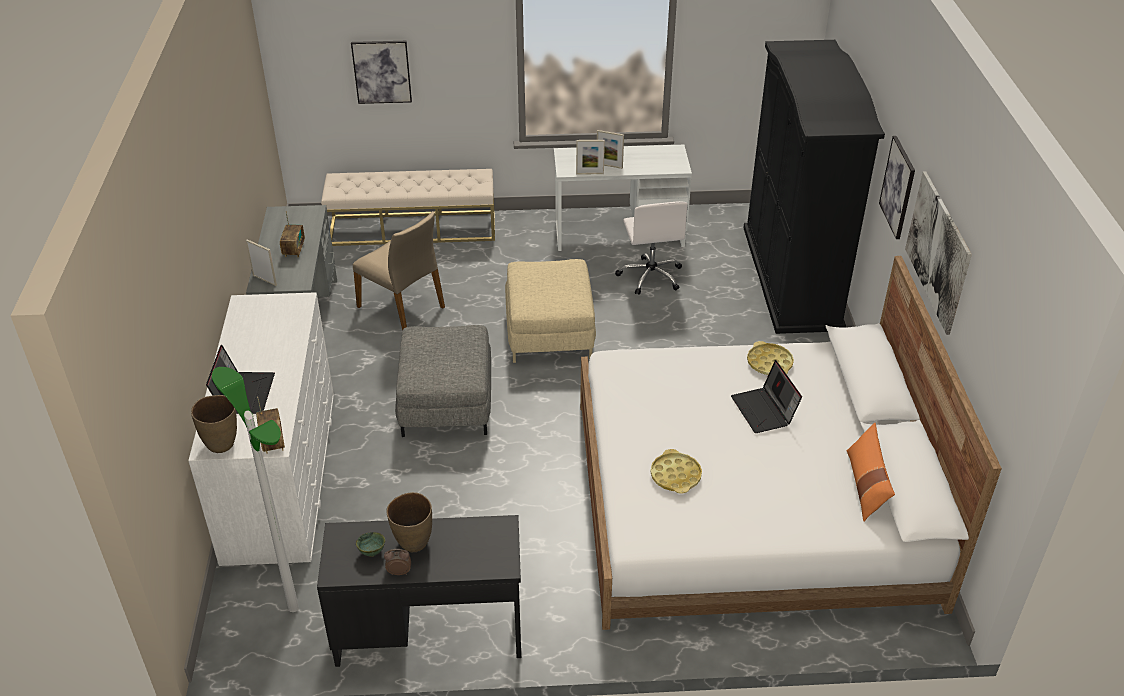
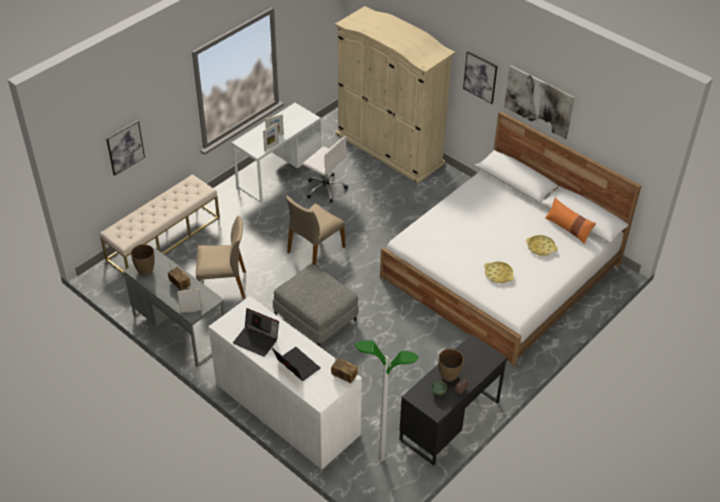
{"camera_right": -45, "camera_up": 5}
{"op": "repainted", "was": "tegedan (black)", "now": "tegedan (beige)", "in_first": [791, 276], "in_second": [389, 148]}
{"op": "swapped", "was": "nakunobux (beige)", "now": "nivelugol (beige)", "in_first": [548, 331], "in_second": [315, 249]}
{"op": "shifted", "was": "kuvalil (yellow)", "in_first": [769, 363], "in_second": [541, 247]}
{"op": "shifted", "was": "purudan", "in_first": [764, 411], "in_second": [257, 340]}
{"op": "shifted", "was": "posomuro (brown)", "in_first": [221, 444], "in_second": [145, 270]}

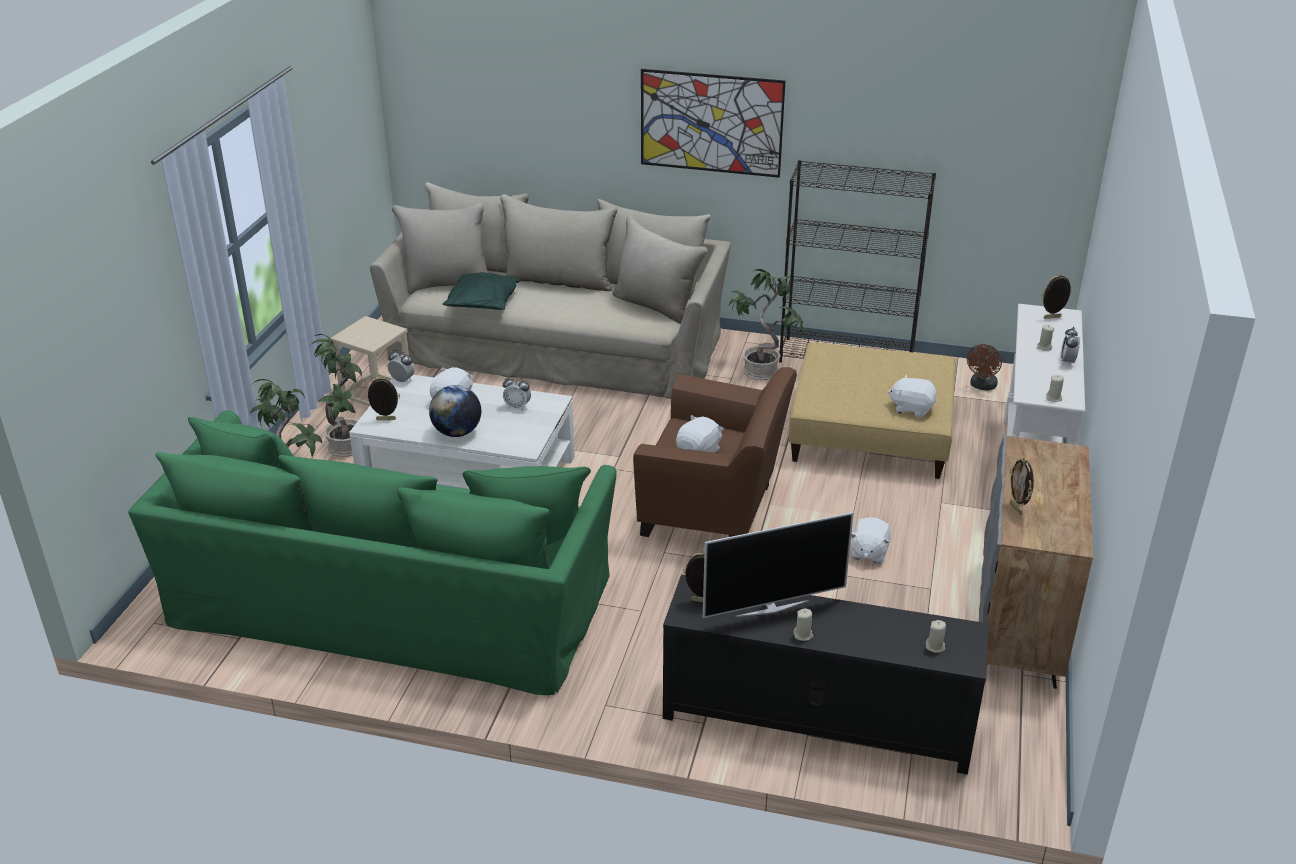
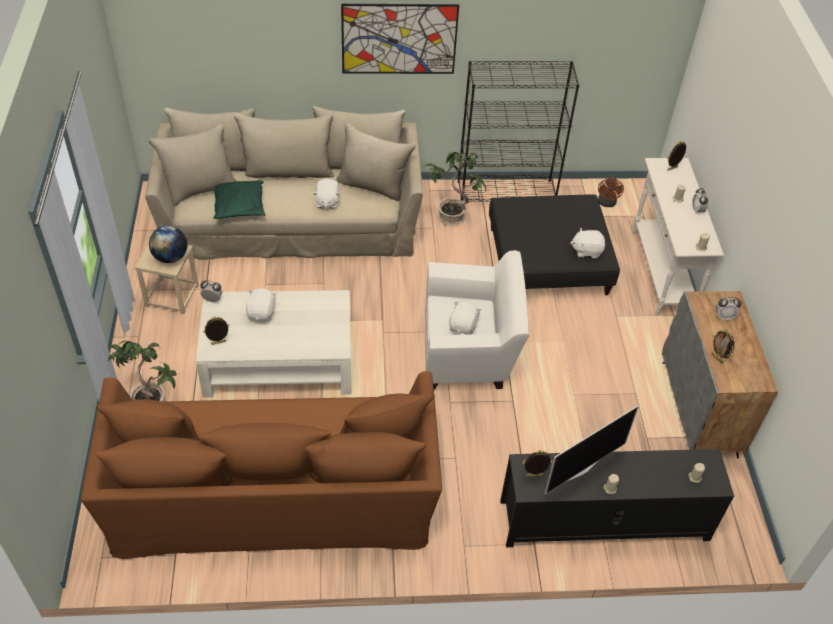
{"camera_right": -20, "camera_up": 15}
{"op": "gone", "was": "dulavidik", "in_first": [348, 447]}
{"op": "repainted", "was": "nakunobux (beige)", "now": "nakunobux (black)", "in_first": [870, 432], "in_second": [548, 261]}
{"op": "repainted", "was": "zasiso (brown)", "now": "zasiso (white)", "in_first": [715, 509], "in_second": [469, 355]}
{"op": "shifted", "was": "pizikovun", "in_first": [517, 407], "in_second": [724, 317]}
{"op": "shifted", "was": "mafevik", "in_first": [457, 432], "in_second": [171, 257]}
{"op": "repainted", "was": "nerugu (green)", "now": "nerugu (brown)", "in_first": [392, 597], "in_second": [273, 489]}
{"op": "shifted", "was": "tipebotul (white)", "in_first": [868, 552], "in_second": [327, 202]}

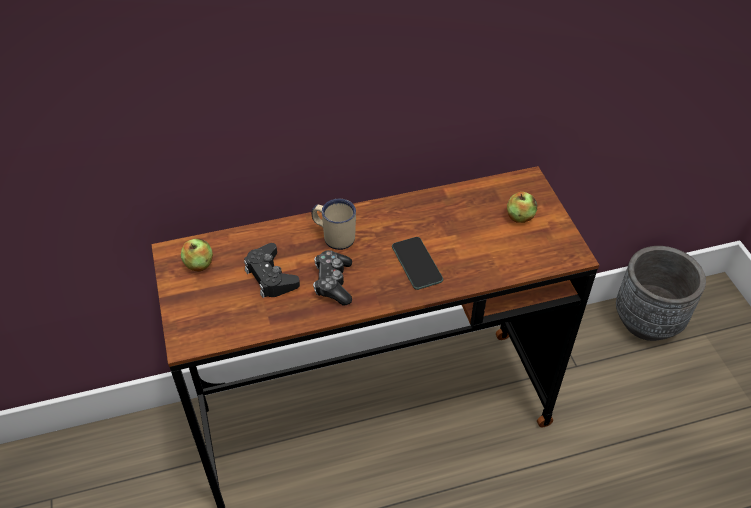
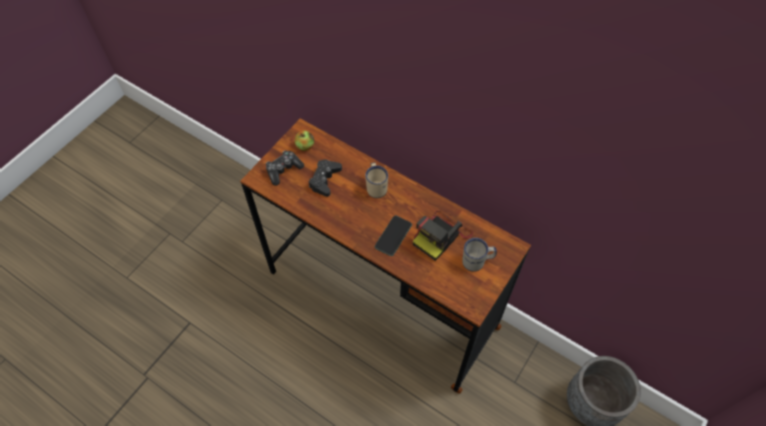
{"camera_right": 50, "camera_up": 10}
{"op": "swapped", "was": "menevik", "now": "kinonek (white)", "in_first": [520, 217], "in_second": [477, 262]}
{"op": "shifted", "was": "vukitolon", "in_first": [333, 283], "in_second": [283, 170]}
{"op": "new", "now": "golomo", "in_second": [441, 236]}

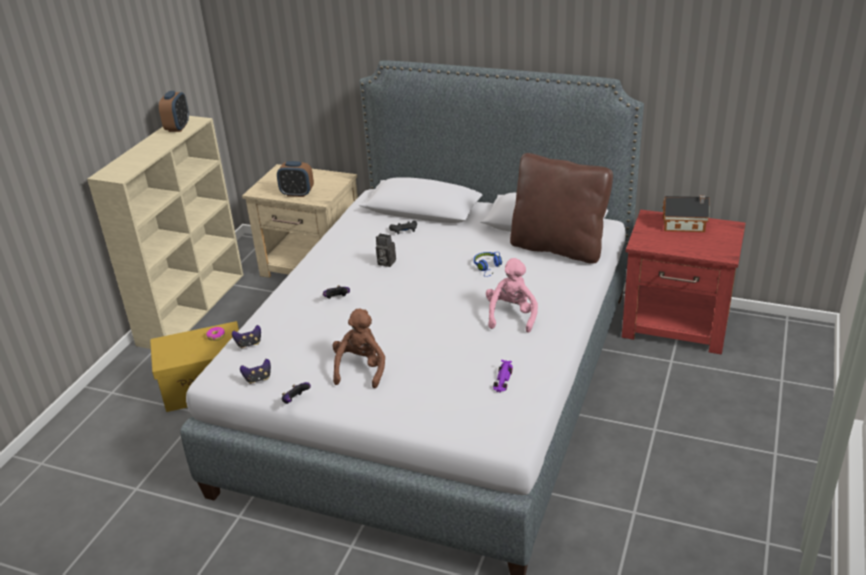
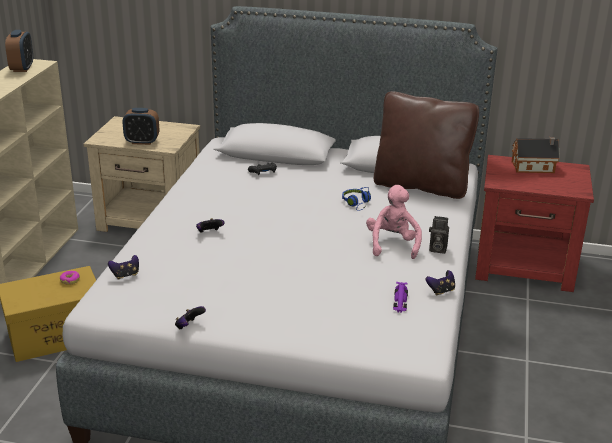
{"camera_right": -10, "camera_up": -5}
{"op": "shifted", "was": "golomo", "in_first": [385, 262], "in_second": [436, 249]}
{"op": "gone", "was": "tipebotul (brown)", "in_first": [361, 369]}
{"op": "shifted", "was": "vukitolon", "in_first": [258, 379], "in_second": [441, 291]}

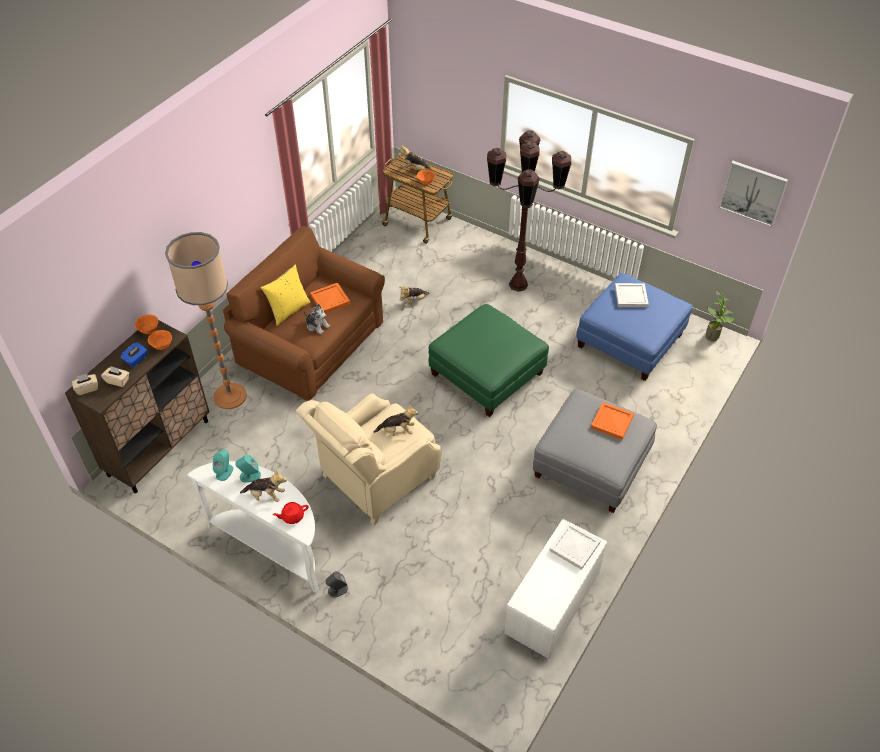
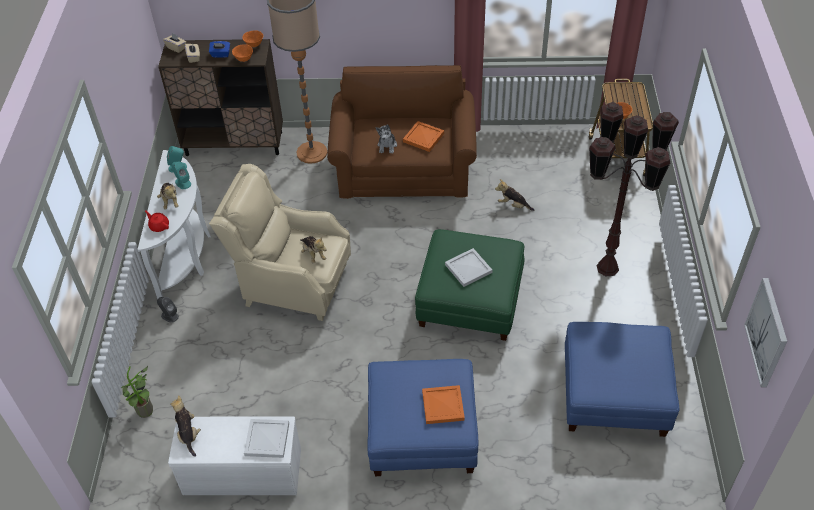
{"camera_right": 60, "camera_up": 0}
{"op": "shifted", "was": "tipebotul", "in_first": [415, 170], "in_second": [188, 434]}
{"op": "gone", "was": "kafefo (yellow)", "in_first": [288, 310]}
{"op": "shifted", "was": "kuvalil (white)", "in_first": [630, 297], "in_second": [467, 268]}
{"op": "shifted", "was": "dulavidik", "in_first": [714, 336], "in_second": [146, 413]}
{"op": "repainted", "was": "nakunobux (grey)", "now": "nakunobux (blue)", "in_first": [591, 464], "in_second": [422, 432]}

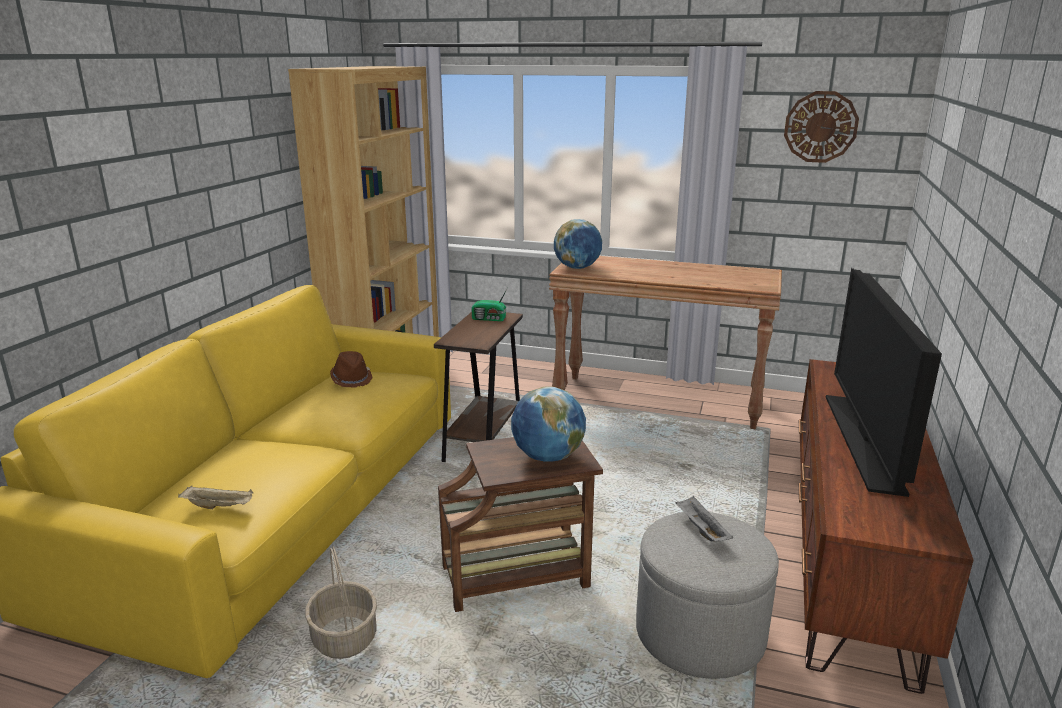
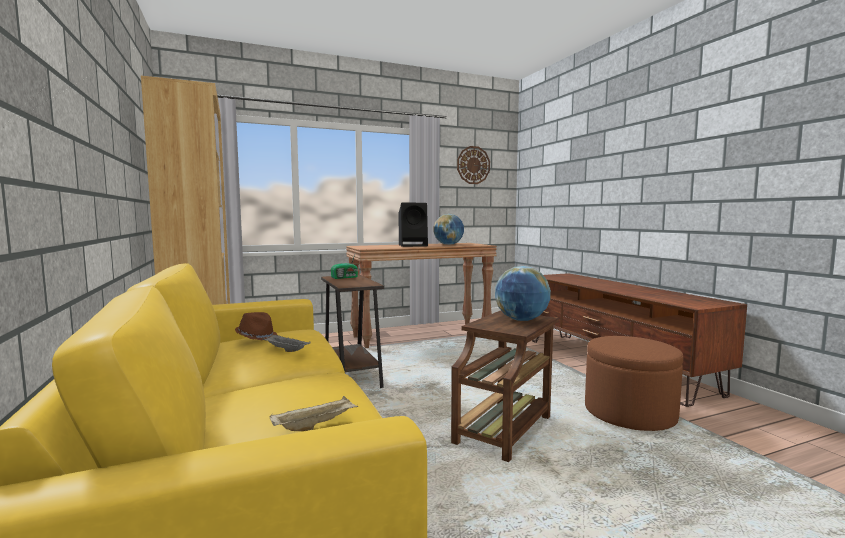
{"camera_right": -40, "camera_up": -15}
{"op": "shifted", "was": "mafevik", "in_first": [577, 268], "in_second": [448, 244]}
{"op": "gone", "was": "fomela", "in_first": [864, 442]}
{"op": "shifted", "was": "kuvalil (grey)", "in_first": [701, 530], "in_second": [285, 350]}
{"op": "repainted", "was": "nakunobux (grey)", "now": "nakunobux (brown)", "in_first": [699, 633], "in_second": [629, 413]}
{"op": "gone", "was": "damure", "in_first": [345, 638]}
{"op": "new", "now": "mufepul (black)", "in_second": [413, 245]}

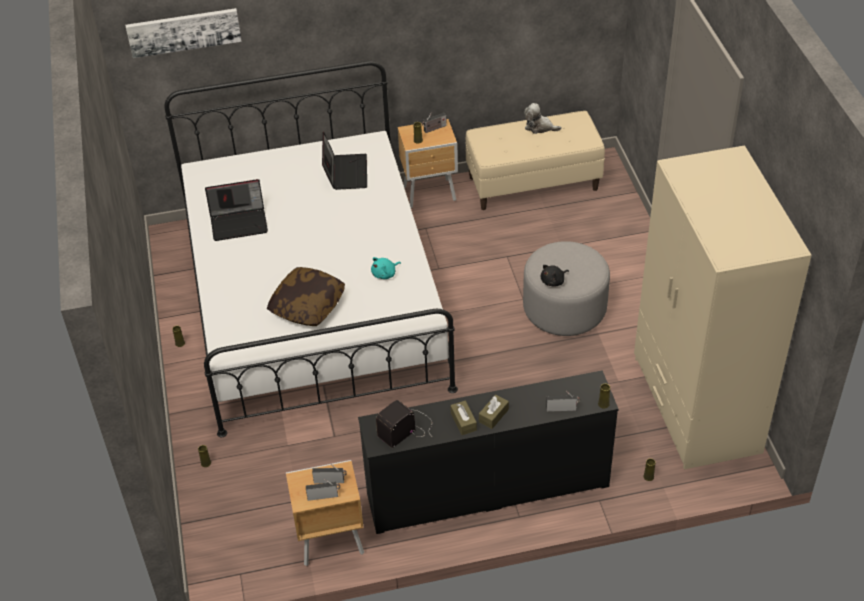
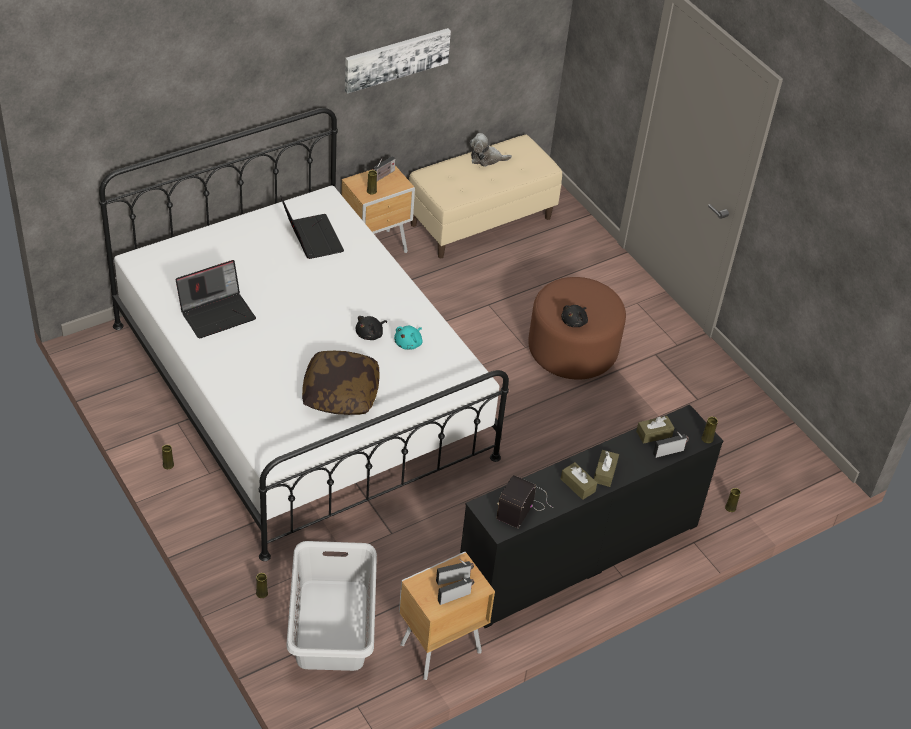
{"camera_right": -25, "camera_up": 0}
{"op": "shifted", "was": "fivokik", "in_first": [184, 31], "in_second": [396, 59]}
{"op": "gone", "was": "tegedan (beige)", "in_first": [695, 405]}
{"op": "repainted", "was": "nakunobux (grey)", "now": "nakunobux (brown)", "in_first": [564, 309], "in_second": [572, 350]}
{"op": "new", "now": "tipebotul (black)", "in_second": [370, 334]}
{"op": "new", "now": "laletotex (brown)", "in_second": [654, 434]}
{"op": "new", "now": "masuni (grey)", "in_second": [331, 625]}

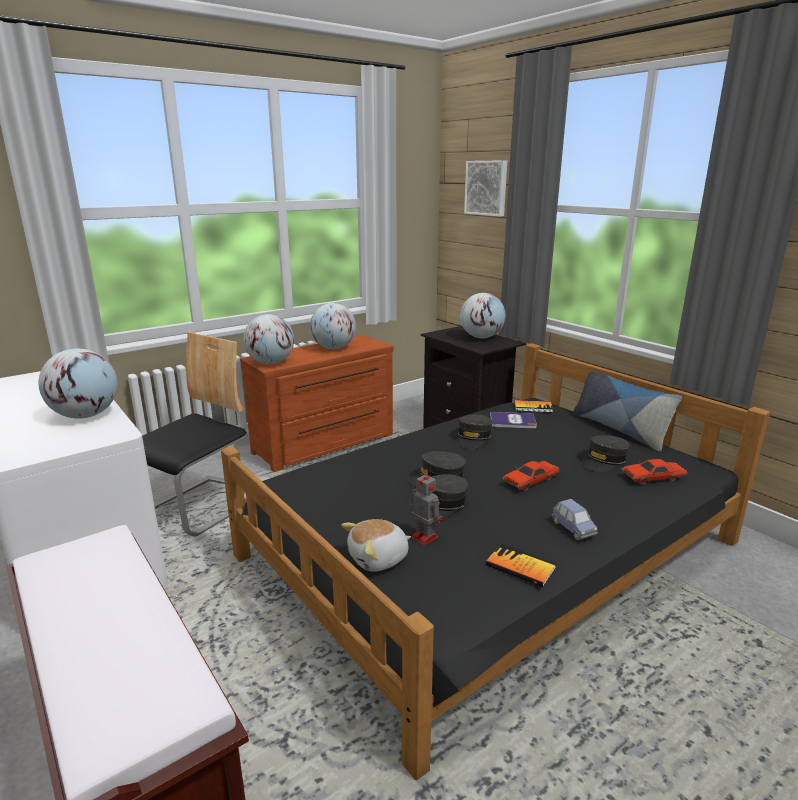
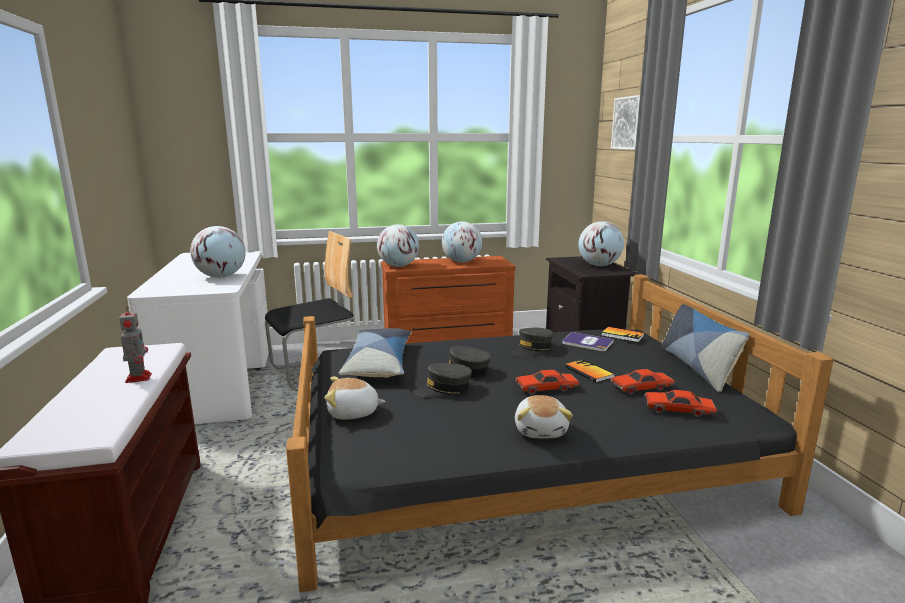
{"camera_right": 25, "camera_up": -5}
{"op": "swapped", "was": "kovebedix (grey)", "now": "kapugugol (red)", "in_first": [604, 461], "in_second": [641, 388]}
{"op": "shifted", "was": "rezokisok", "in_first": [423, 537], "in_second": [138, 377]}
{"op": "swapped", "was": "kapugugol (blue)", "now": "tipebotul", "in_first": [573, 529], "in_second": [541, 430]}
{"op": "shifted", "was": "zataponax", "in_first": [520, 566], "in_second": [589, 372]}
{"op": "new", "now": "kafefo", "in_second": [379, 363]}

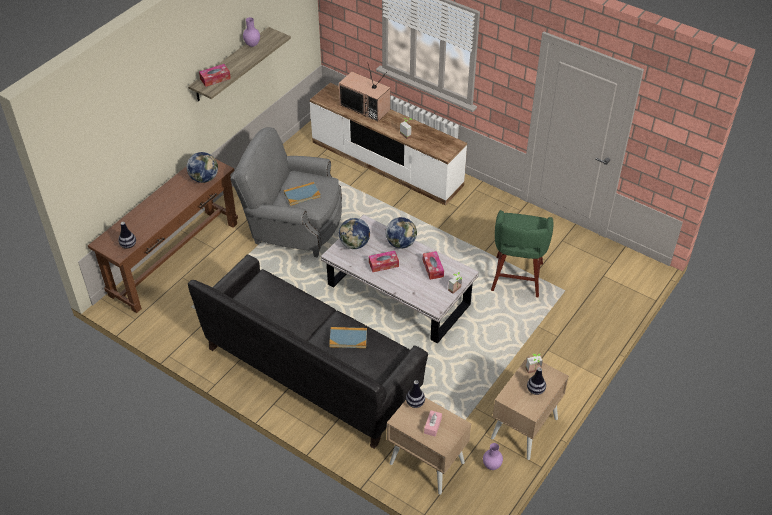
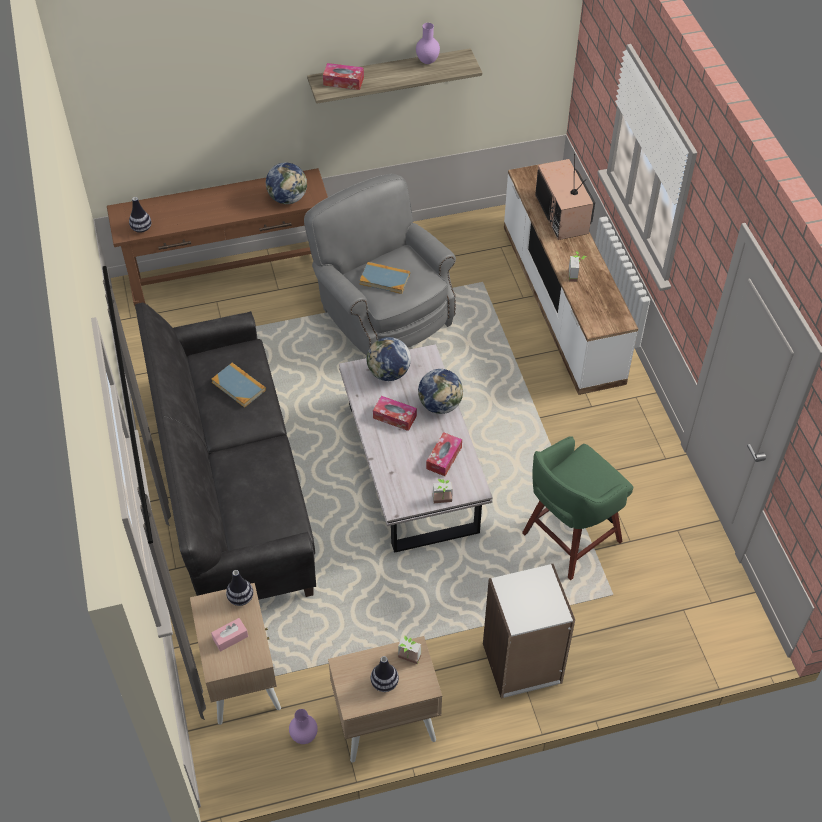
{"camera_right": 40, "camera_up": 5}
{"op": "shifted", "was": "zataponax", "in_first": [348, 338], "in_second": [239, 386]}
{"op": "new", "now": "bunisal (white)", "in_second": [522, 664]}

